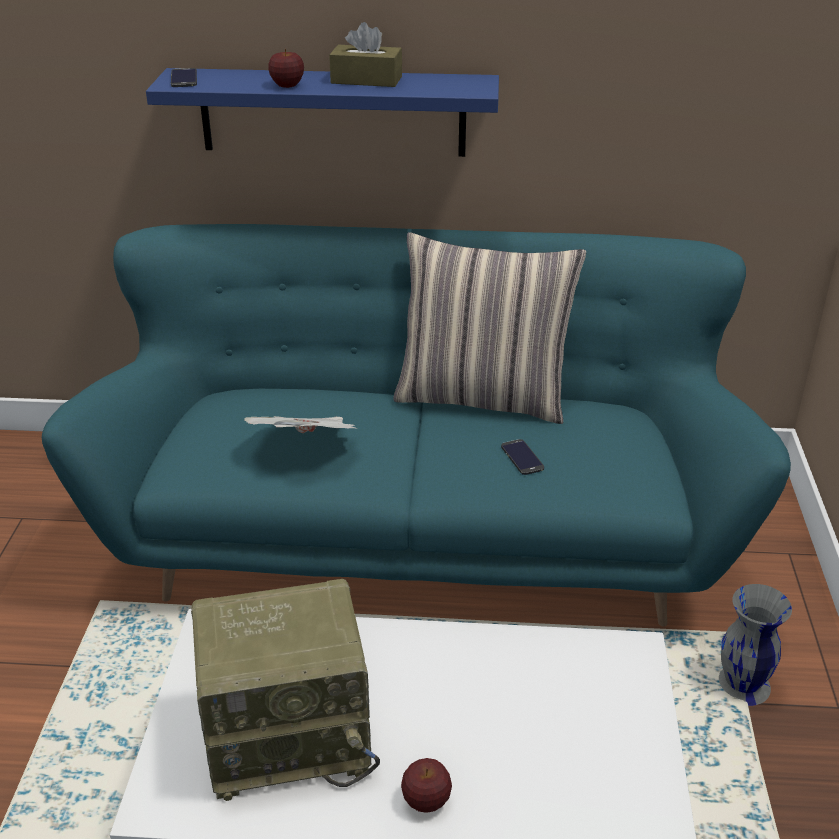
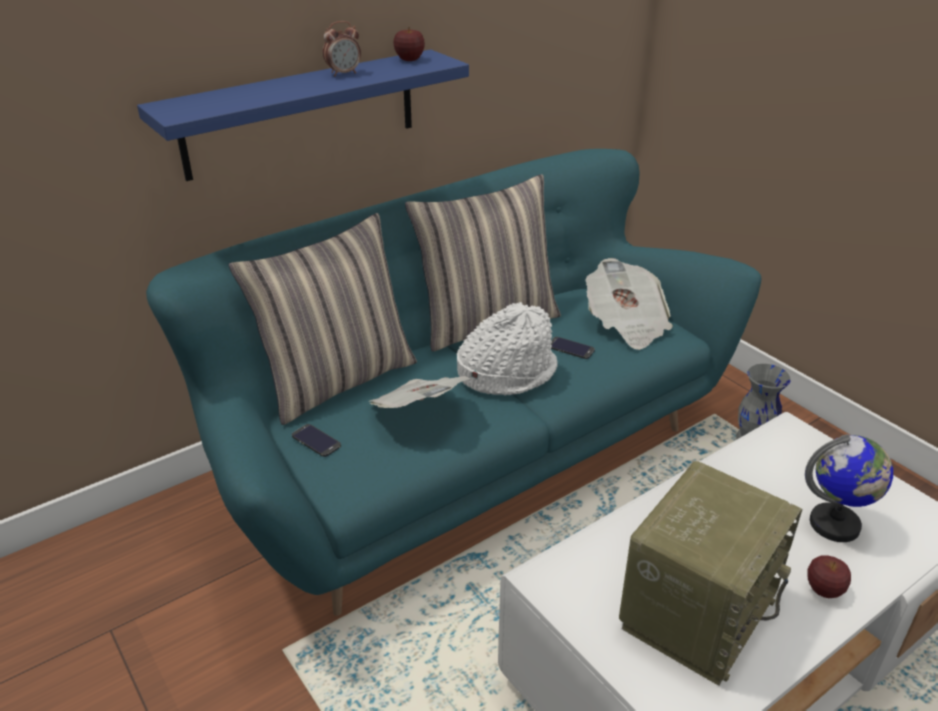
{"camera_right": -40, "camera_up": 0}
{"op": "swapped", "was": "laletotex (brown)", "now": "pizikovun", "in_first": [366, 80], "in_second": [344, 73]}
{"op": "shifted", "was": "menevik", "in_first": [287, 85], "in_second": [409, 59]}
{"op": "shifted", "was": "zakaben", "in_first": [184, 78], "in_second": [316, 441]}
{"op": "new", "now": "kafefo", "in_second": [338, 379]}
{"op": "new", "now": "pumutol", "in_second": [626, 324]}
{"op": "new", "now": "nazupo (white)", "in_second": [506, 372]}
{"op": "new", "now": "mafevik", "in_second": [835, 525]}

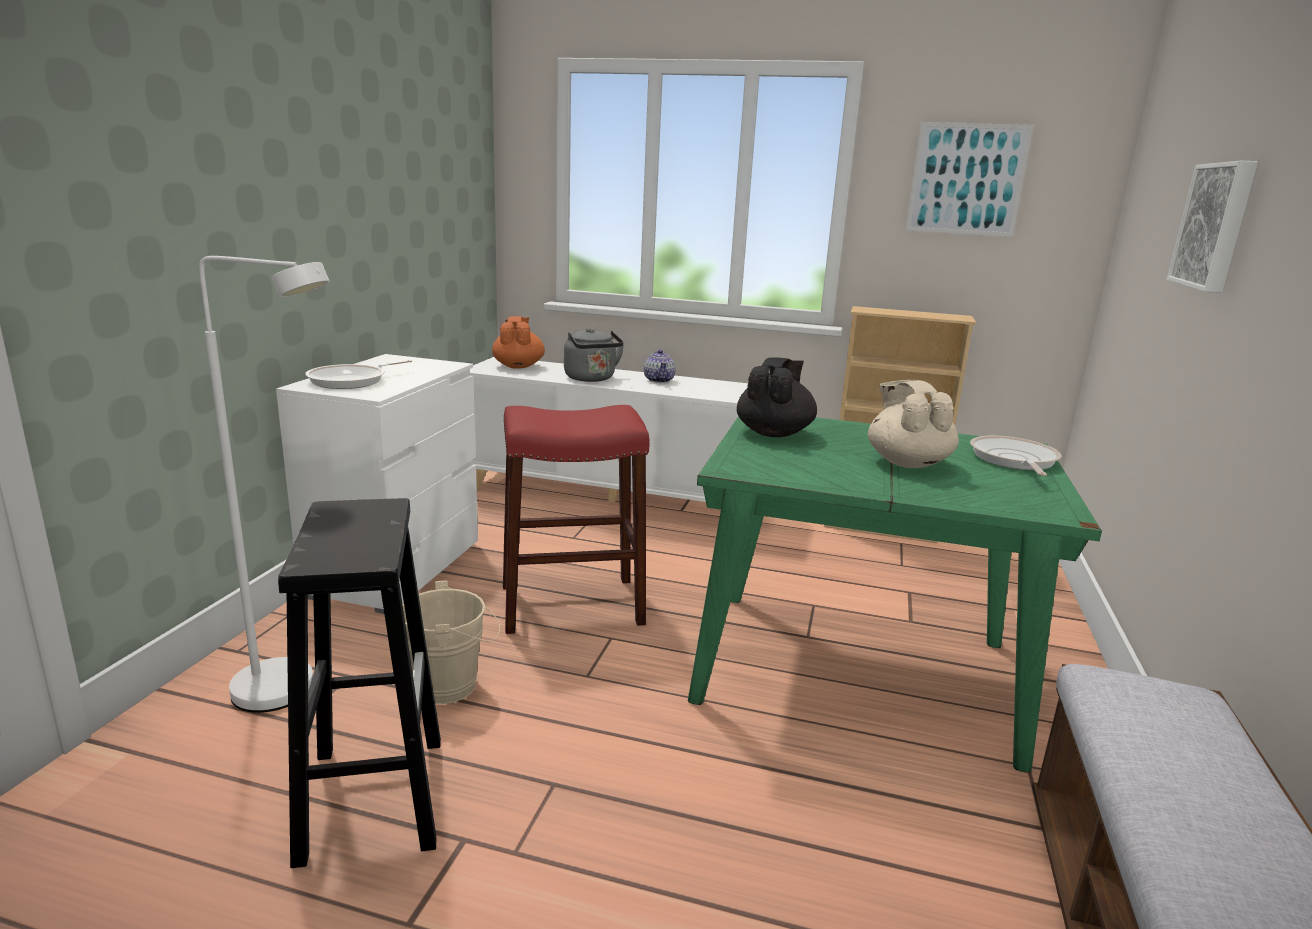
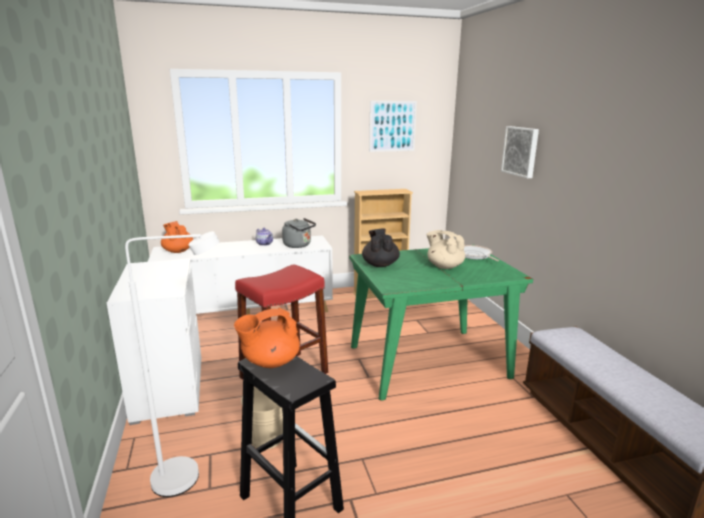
{"camera_right": -30, "camera_up": 0}
{"op": "shifted", "was": "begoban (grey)", "in_first": [591, 379], "in_second": [299, 245]}
{"op": "gone", "was": "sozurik", "in_first": [352, 381]}
{"op": "new", "now": "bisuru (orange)", "in_second": [270, 362]}

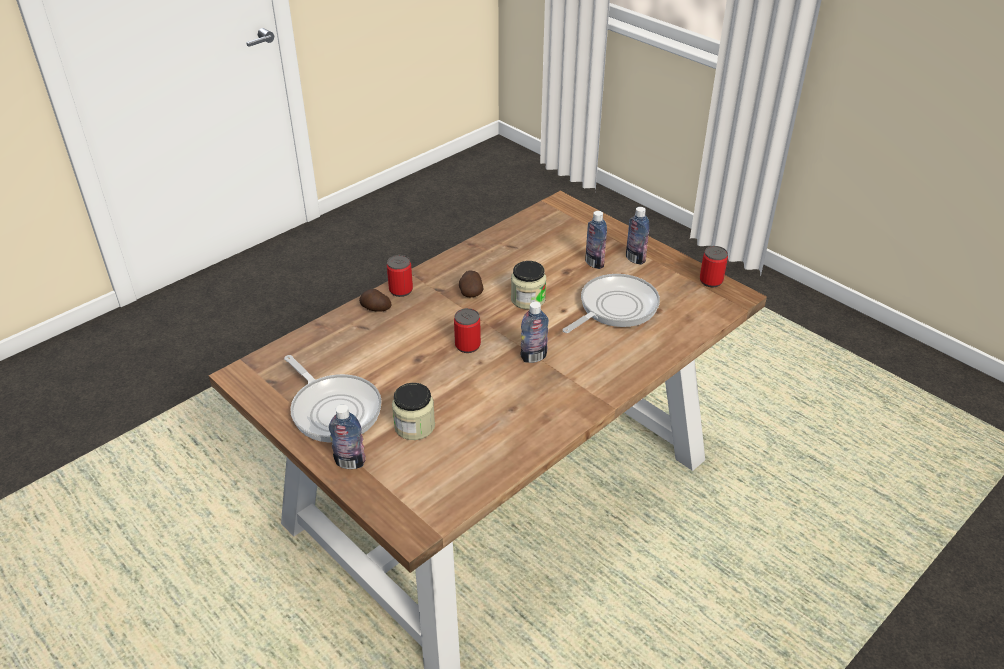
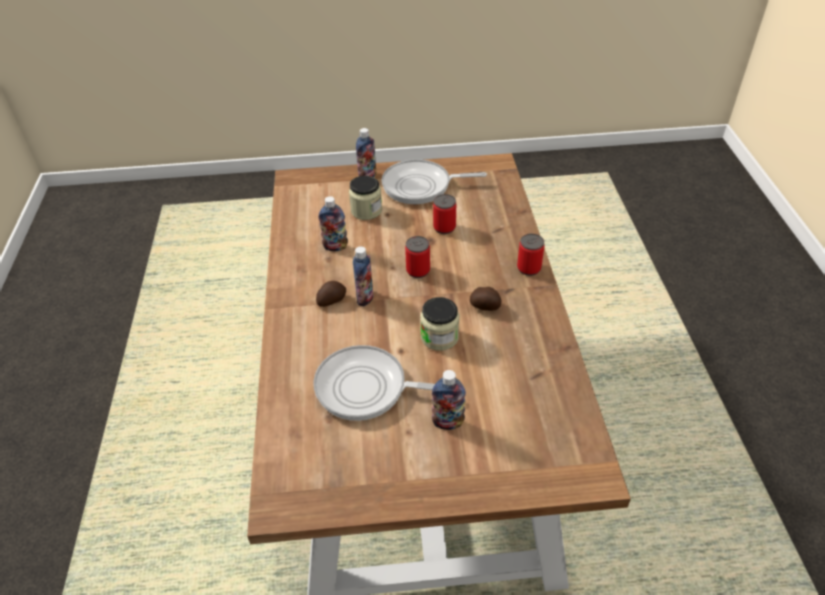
{"camera_right": 130, "camera_up": 5}
{"op": "shifted", "was": "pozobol", "in_first": [635, 259], "in_second": [335, 247]}
{"op": "shifted", "was": "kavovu", "in_first": [711, 281], "in_second": [444, 227]}
{"op": "rotated", "was": "sozurik", "in_first": [614, 308], "in_second": [366, 388], "clockwise": 105}
{"op": "shifted", "was": "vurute", "in_first": [375, 308], "in_second": [331, 300]}

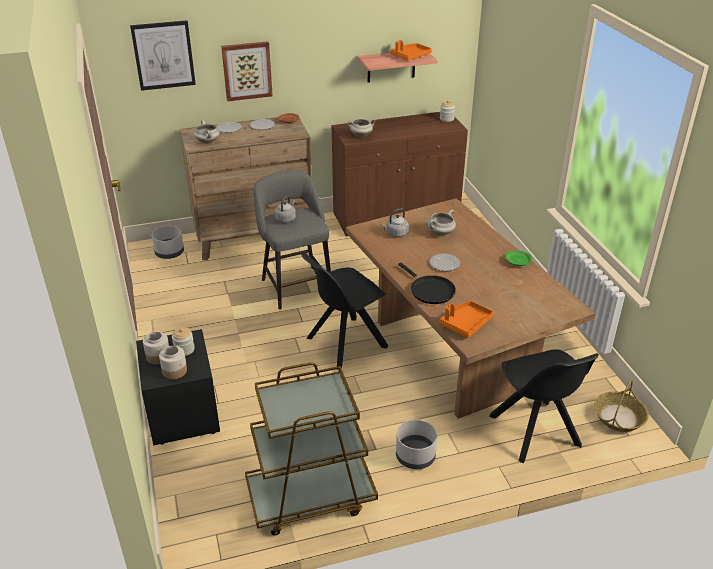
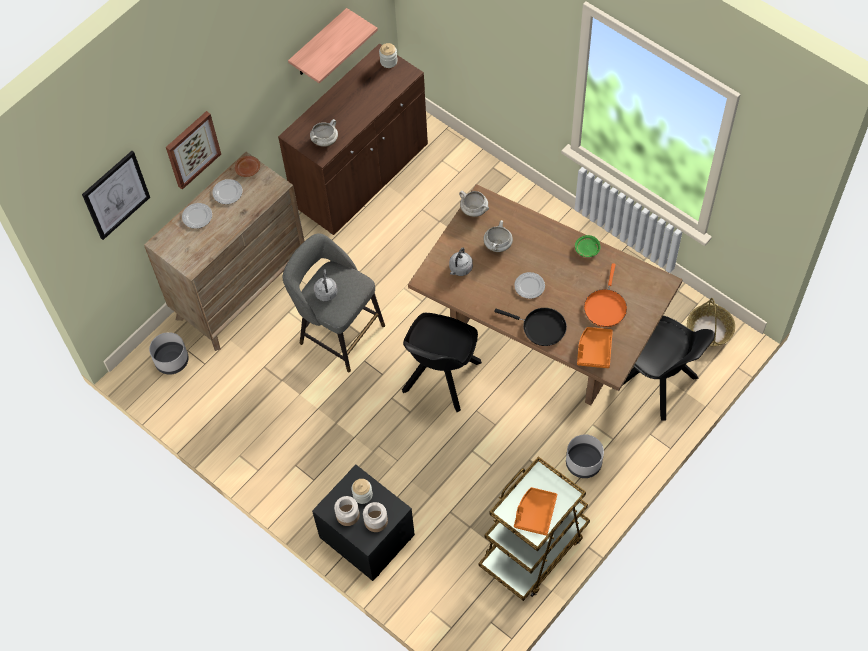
{"camera_right": -30, "camera_up": 25}
{"op": "shifted", "was": "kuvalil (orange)", "in_first": [410, 56], "in_second": [535, 513]}
{"op": "shifted", "was": "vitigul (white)", "in_first": [208, 142], "in_second": [474, 210]}
{"op": "new", "now": "sozurik (orange)", "in_second": [605, 306]}

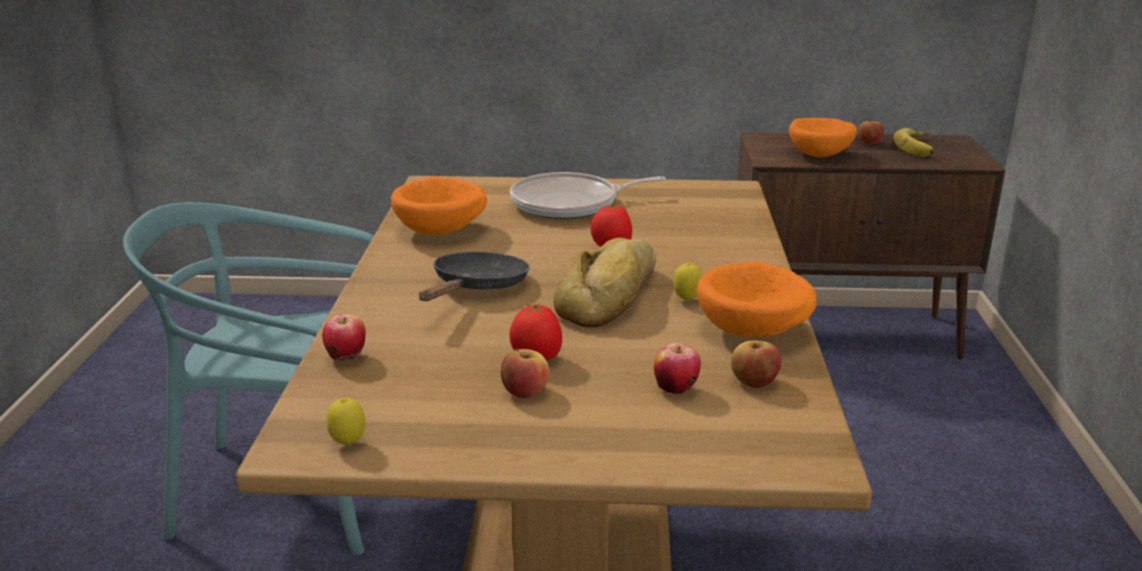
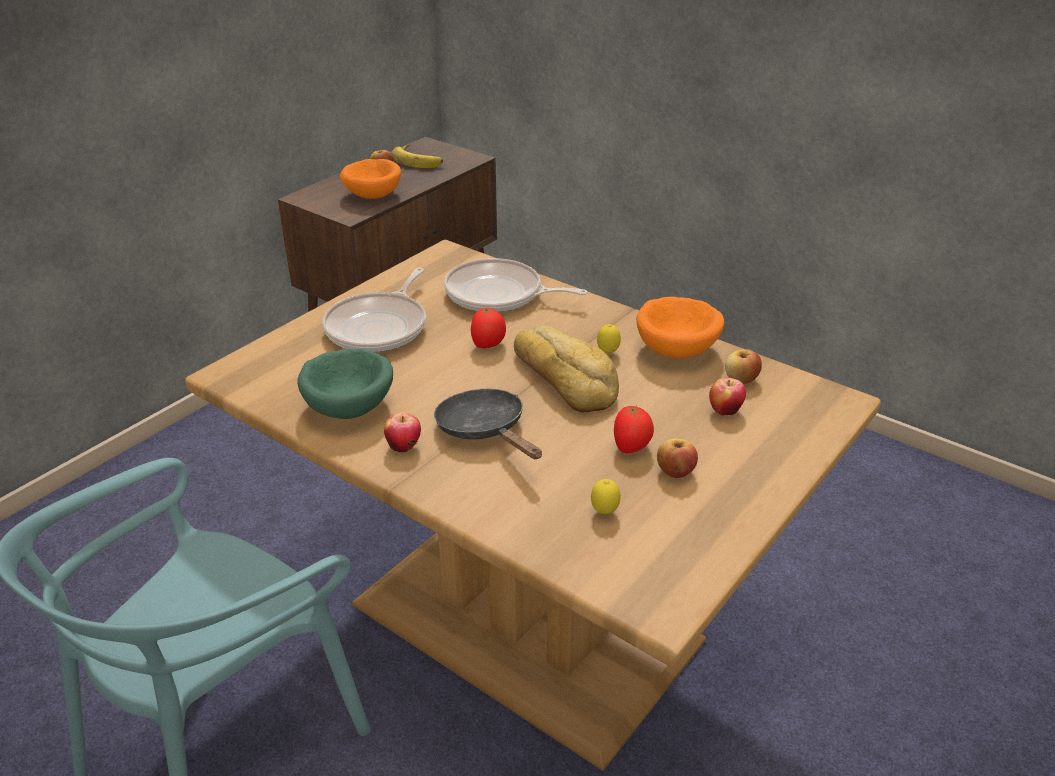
{"camera_right": -55, "camera_up": 10}
{"op": "repainted", "was": "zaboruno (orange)", "now": "zaboruno (green)", "in_first": [443, 231], "in_second": [351, 406]}
{"op": "shifted", "was": "menevik", "in_first": [347, 358], "in_second": [404, 447]}
{"op": "shifted", "was": "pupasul", "in_first": [348, 444], "in_second": [604, 512]}
{"op": "new", "now": "sozurik", "in_second": [498, 295]}

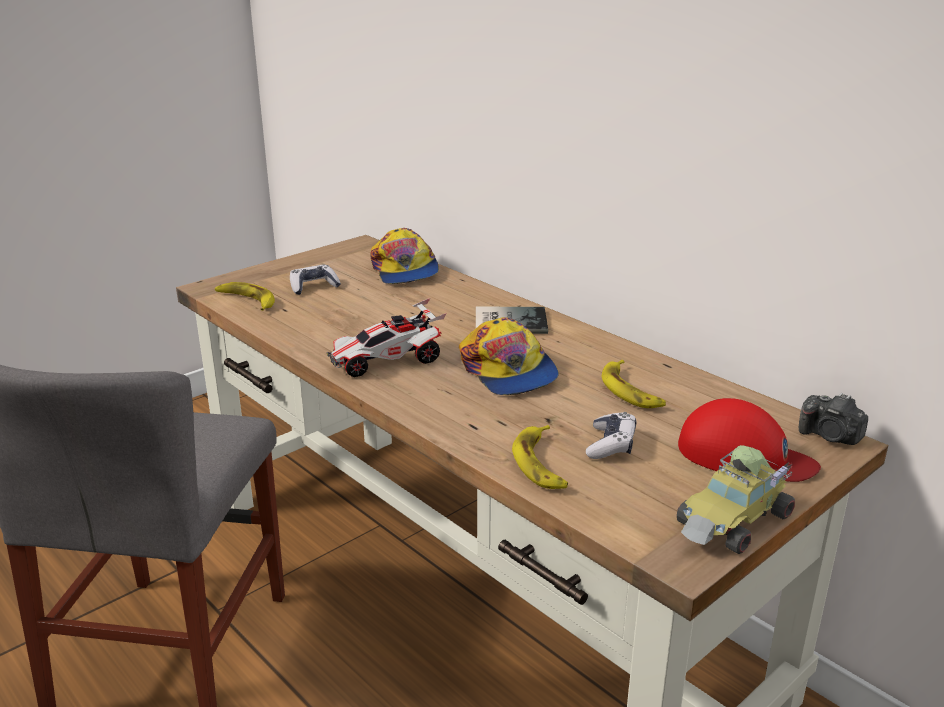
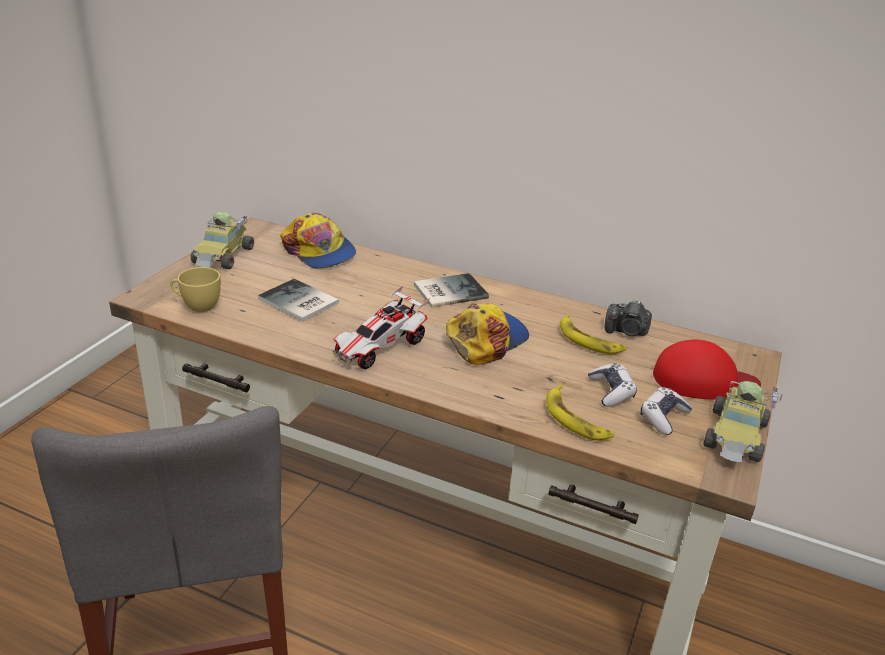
{"camera_right": -25, "camera_up": 5}
{"op": "shifted", "was": "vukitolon", "in_first": [313, 287], "in_second": [663, 417]}
{"op": "swapped", "was": "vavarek", "now": "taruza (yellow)", "in_first": [247, 301], "in_second": [197, 306]}
{"op": "rotated", "was": "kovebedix", "in_first": [508, 371], "in_second": [485, 339], "clockwise": -90}
{"op": "shifted", "was": "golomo", "in_first": [830, 436], "in_second": [627, 332]}
{"op": "new", "now": "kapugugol", "in_second": [224, 256]}
{"op": "new", "now": "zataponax", "in_second": [298, 302]}

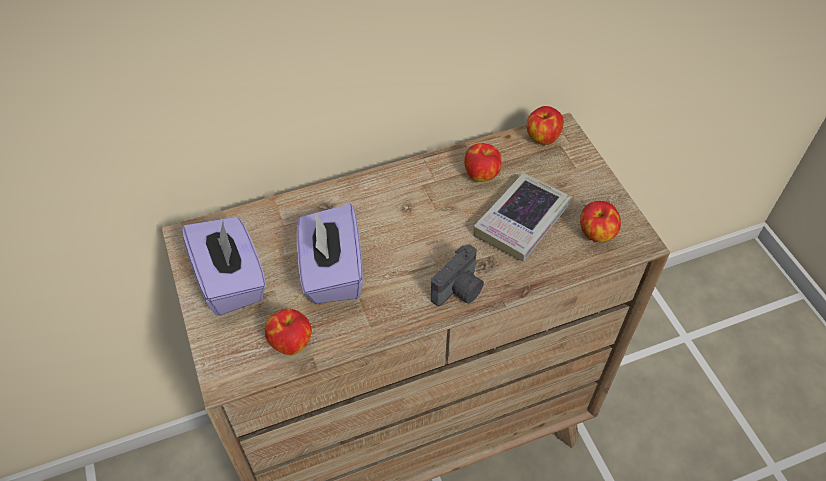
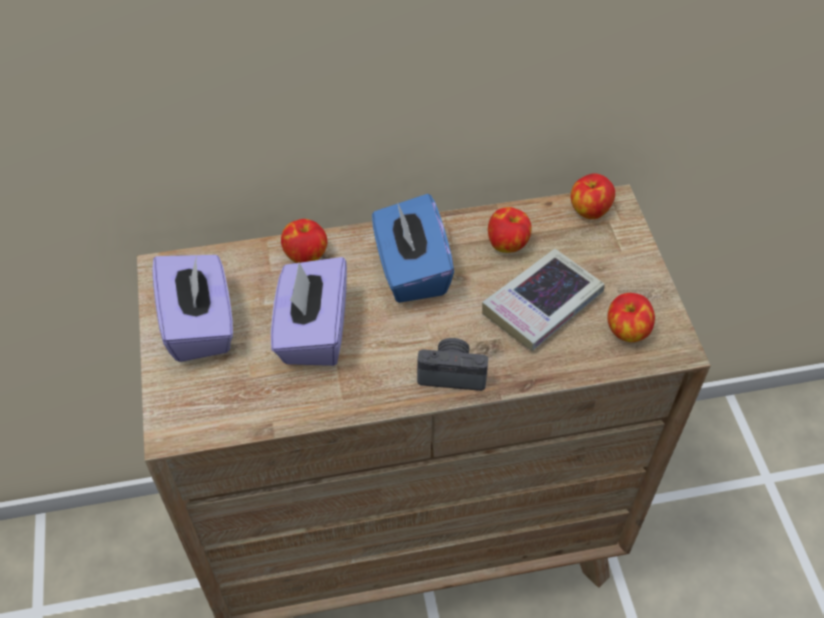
{"camera_right": 10, "camera_up": 0}
{"op": "rotated", "was": "golomo", "in_first": [459, 290], "in_second": [452, 373], "clockwise": -135}
{"op": "shifted", "was": "menevik", "in_first": [291, 342], "in_second": [306, 255]}
{"op": "new", "now": "laletotex (blue)", "in_second": [411, 270]}

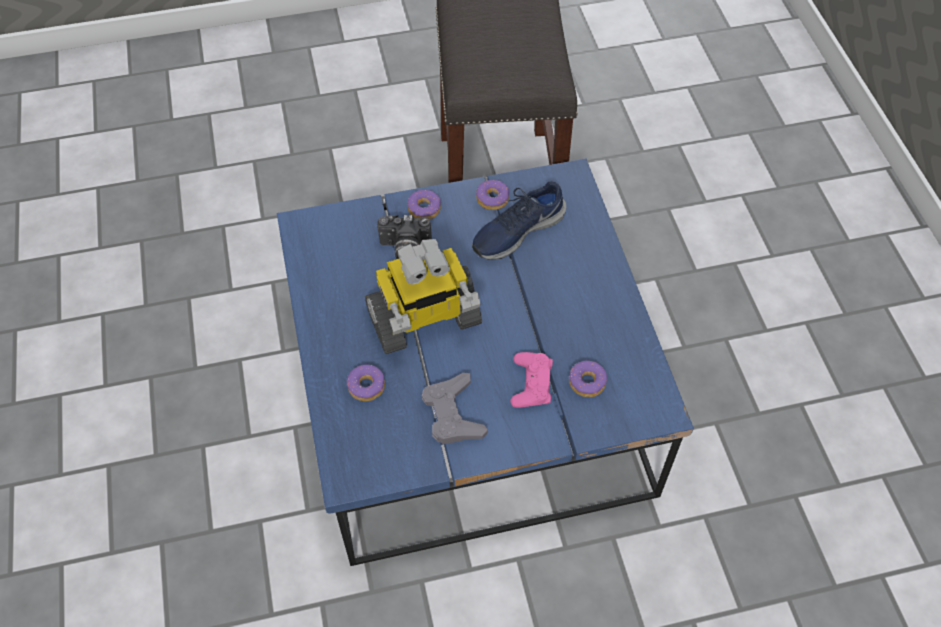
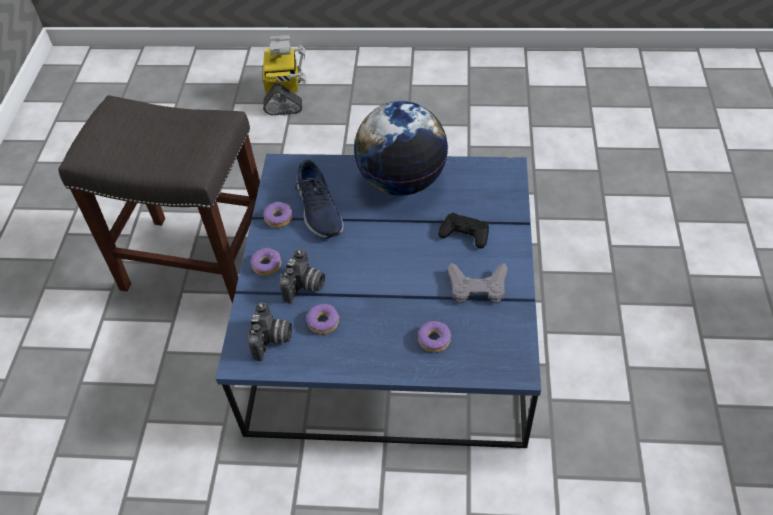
{"camera_right": -70, "camera_up": -5}
{"op": "shifted", "was": "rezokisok", "in_first": [424, 319], "in_second": [285, 96]}
{"op": "repainted", "was": "vukitolon (pink)", "now": "vukitolon (black)", "in_first": [531, 383], "in_second": [464, 233]}
{"op": "shifted", "was": "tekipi", "in_first": [587, 383], "in_second": [323, 322]}
{"op": "new", "now": "mafevik", "in_second": [402, 181]}
{"op": "new", "now": "golomo", "in_second": [272, 340]}

